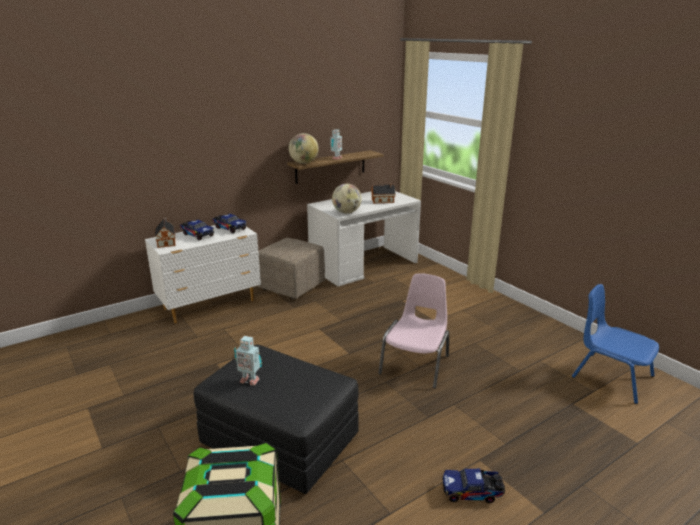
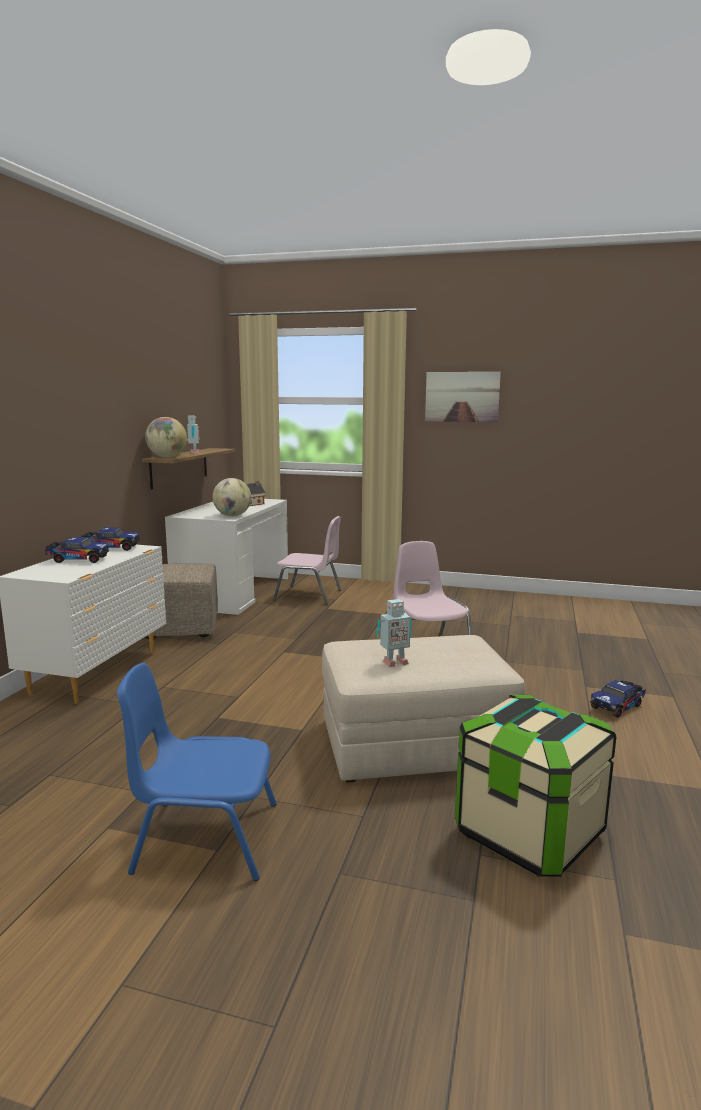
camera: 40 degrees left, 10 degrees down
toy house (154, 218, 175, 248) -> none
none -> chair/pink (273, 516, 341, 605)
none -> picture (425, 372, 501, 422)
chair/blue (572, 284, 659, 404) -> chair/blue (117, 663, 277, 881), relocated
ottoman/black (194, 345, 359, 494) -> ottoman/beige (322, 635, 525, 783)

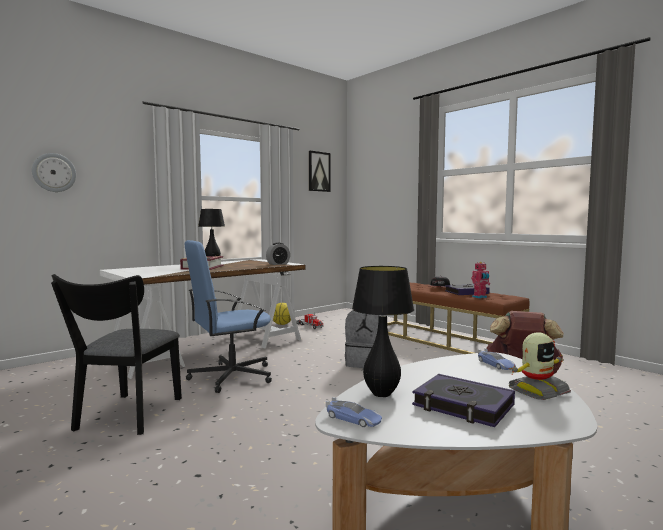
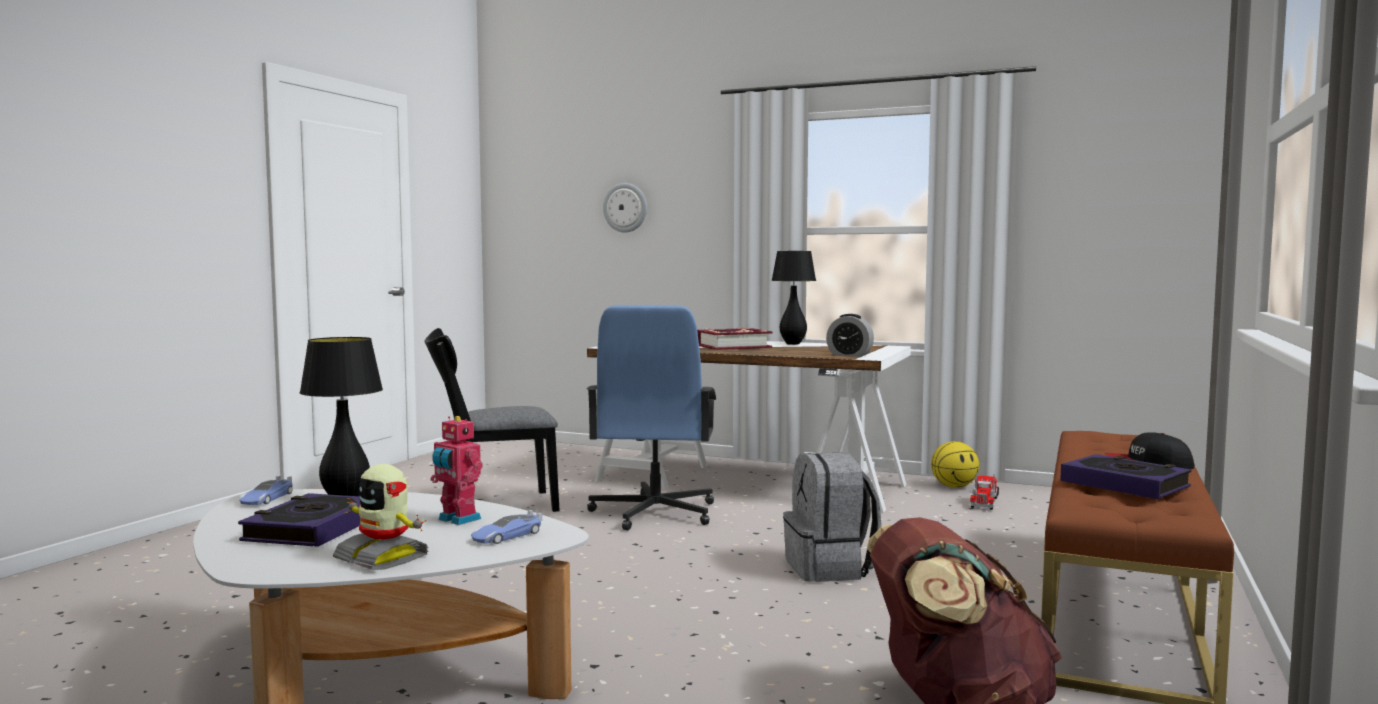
camera: 65 degrees right, 0 degrees up
picture (309, 151, 330, 192) -> none
toy robot (471, 262, 490, 299) -> toy robot (430, 416, 483, 525), relocated
office chair/blue (185, 240, 272, 393) -> office chair/blue (587, 305, 716, 530), 120 degrees counterclockwise

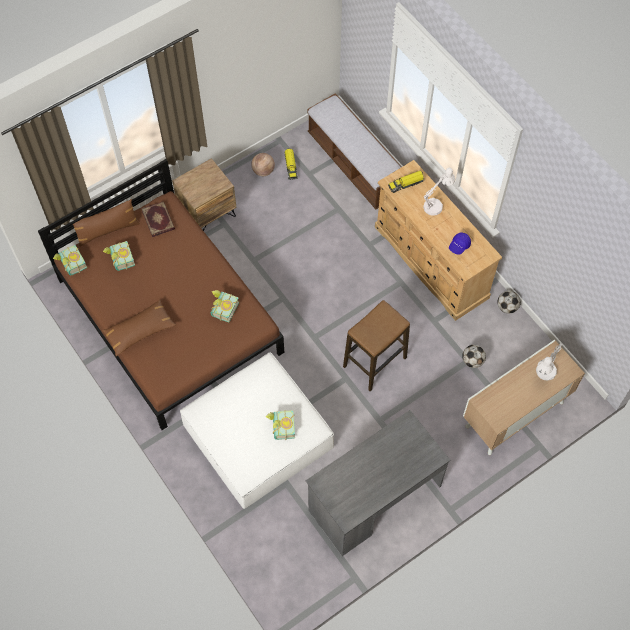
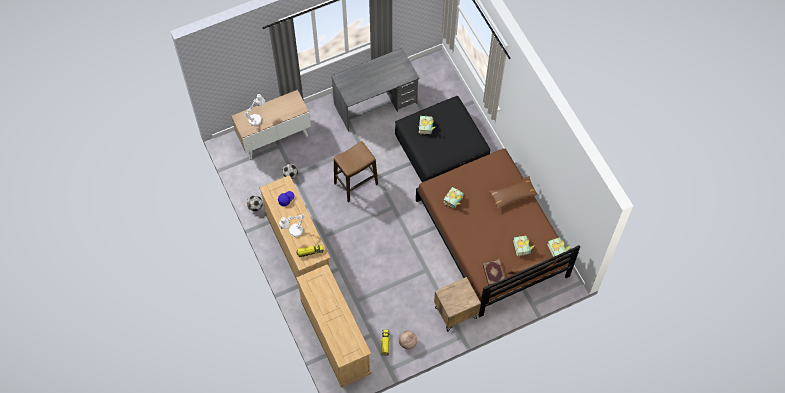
camera: 170 degrees left, 0 degrees up
bench (308, 93, 401, 209) -> dresser/beige (296, 264, 372, 388)
ottoman/white (180, 352, 334, 509) -> ottoman/black (395, 96, 490, 182)

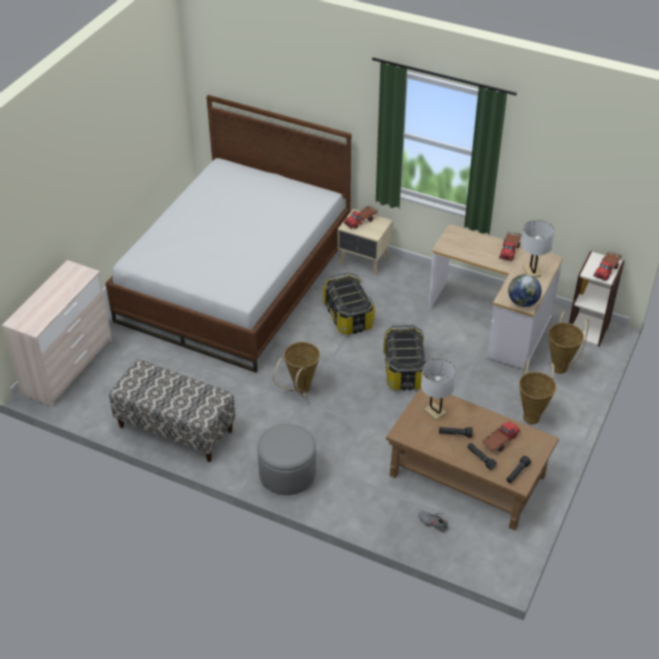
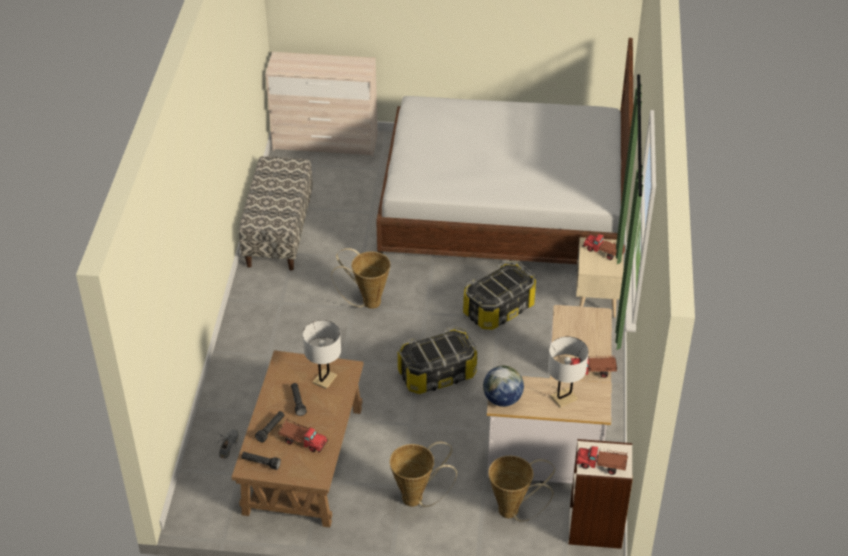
camera: 70 degrees right, 0 degrees up
ottoman/grey (257, 424, 316, 495) -> none

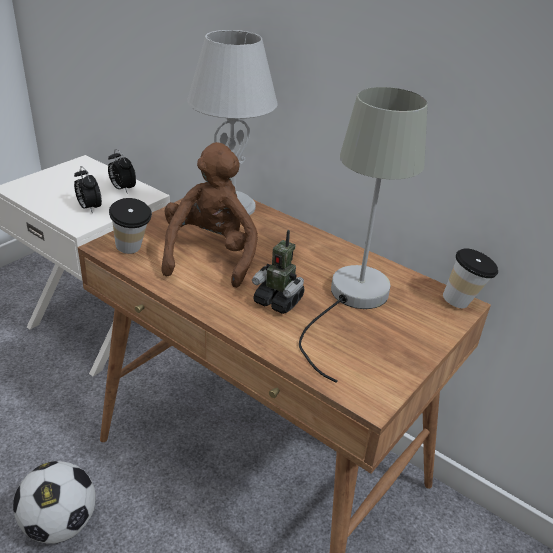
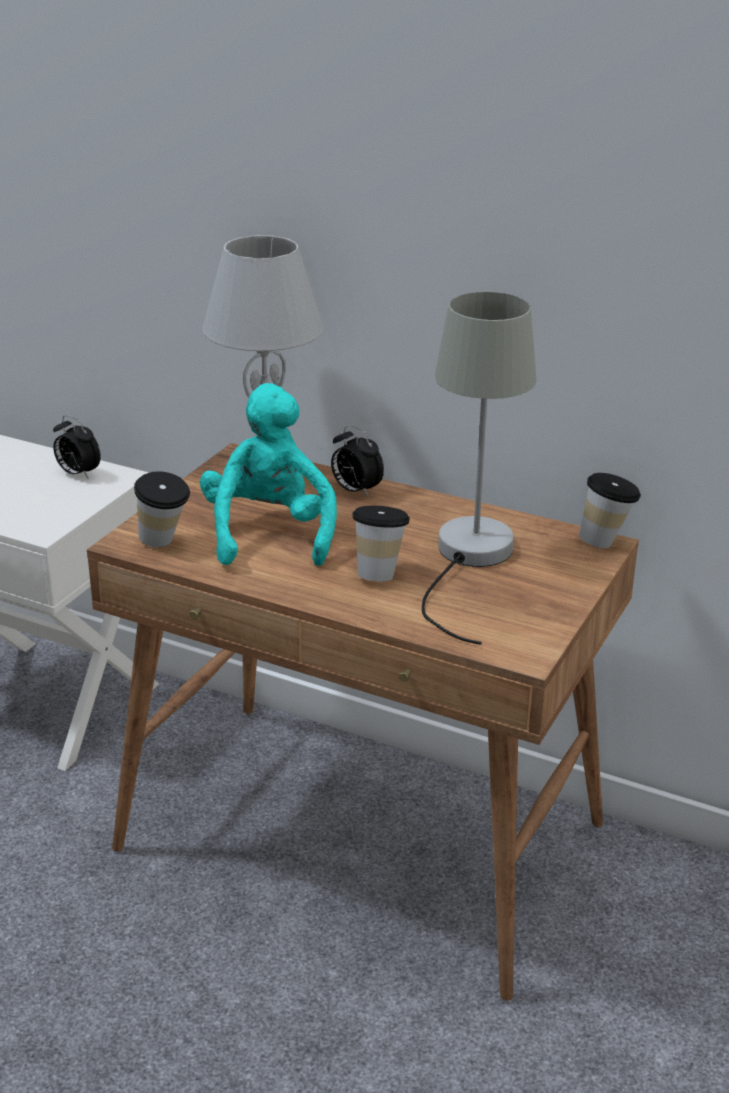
camera: 10 degrees left, 5 degrees down
football (13, 461, 96, 543) -> none
alarm clock (74, 166, 102, 214) -> alarm clock (331, 425, 384, 497), relocated
toy robot (252, 230, 305, 314) -> cup (352, 506, 410, 581)
plush toy/brown (162, 142, 258, 288) -> plush toy/turquoise (200, 383, 337, 566)

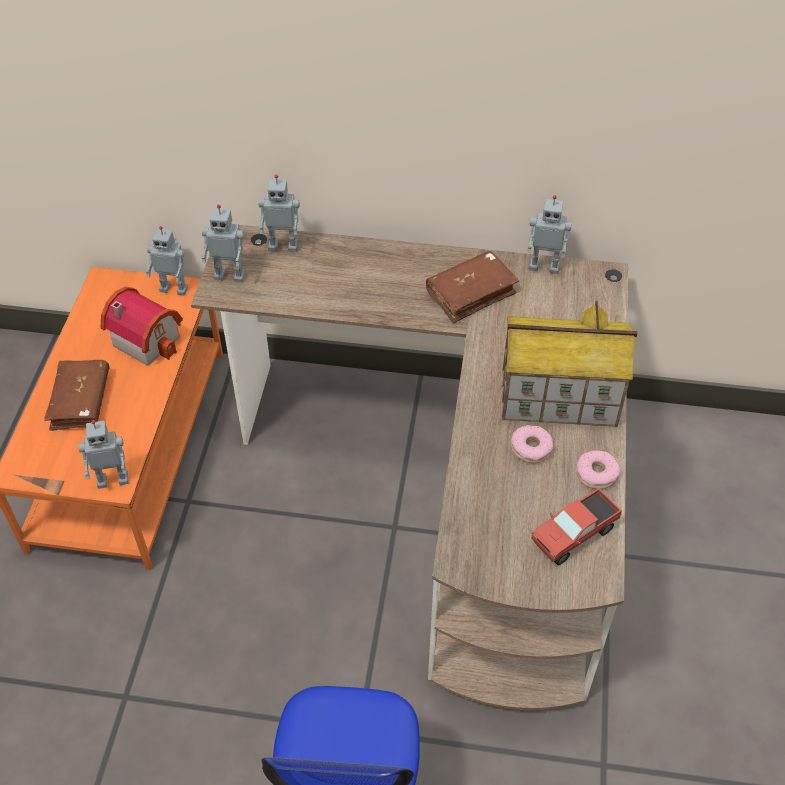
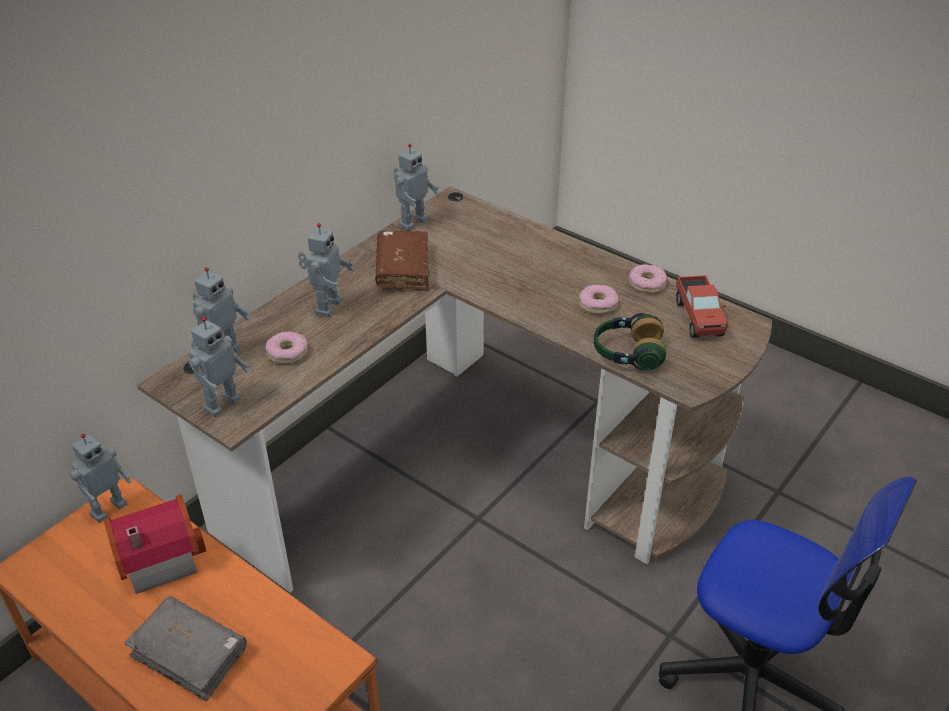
camera: 60 degrees left, 10 degrees down
toy house (502, 301, 637, 427) -> none
none -> donut (265, 331, 308, 364)
none -> headphones (594, 313, 666, 370)
toy robot (78, 420, 129, 489) -> toy robot (298, 223, 354, 318), relocated
book/brown (44, 360, 109, 431) -> book/grey (124, 596, 247, 701)

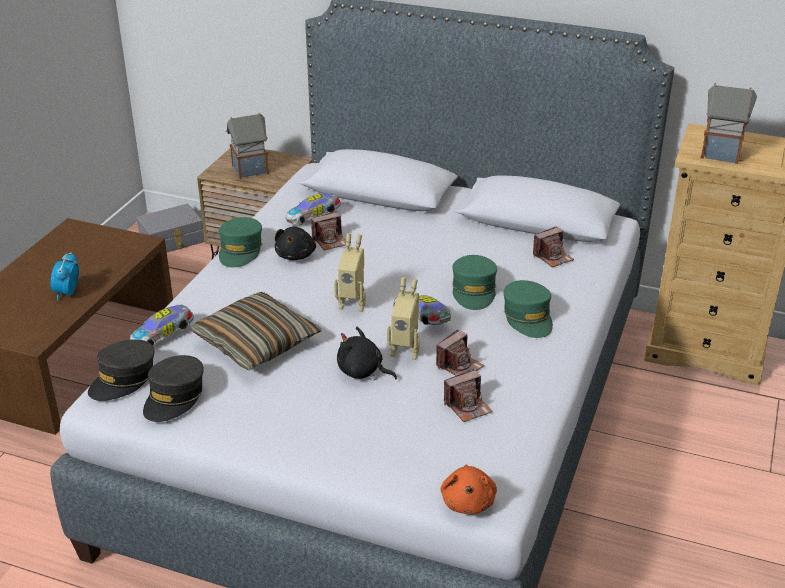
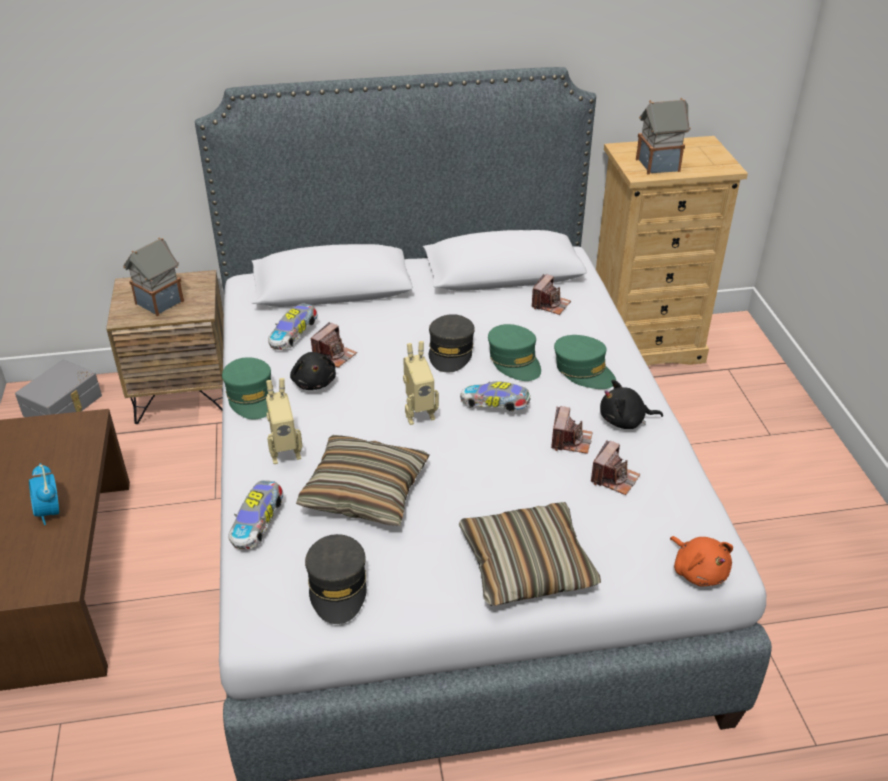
camera: 30 degrees left, 5 degrees up
none -> pillow (459, 502, 601, 606)
cap/grey (88, 339, 155, 401) -> cap/grey (429, 314, 475, 372), relocated
plush toy/black (337, 327, 397, 381) -> plush toy/black (600, 380, 663, 429), relocated
toy robot (387, 277, 420, 360) -> toy robot (266, 378, 302, 464), relocated

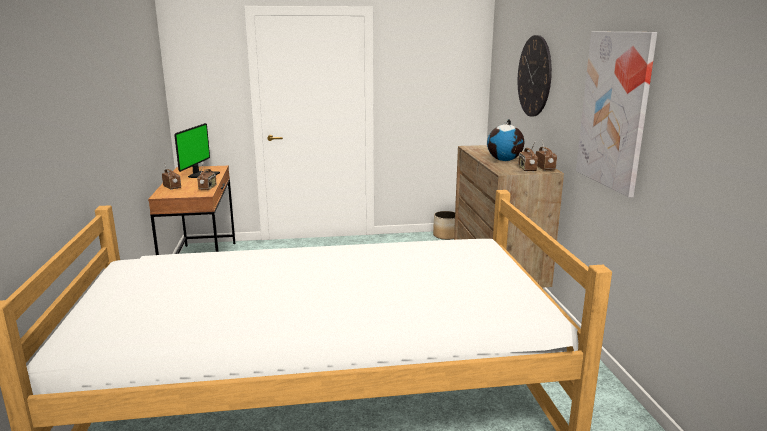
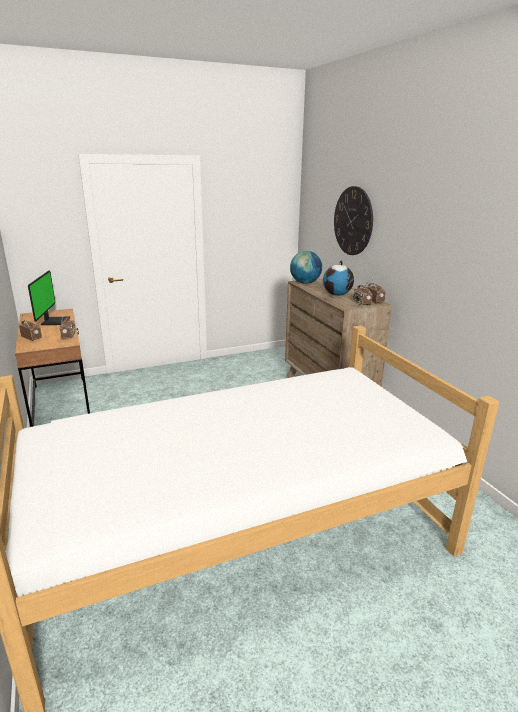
camera: 15 degrees left, 5 degrees up
planter (433, 211, 455, 240) -> none
picture (576, 32, 657, 198) -> none
none -> globe (290, 251, 322, 284)

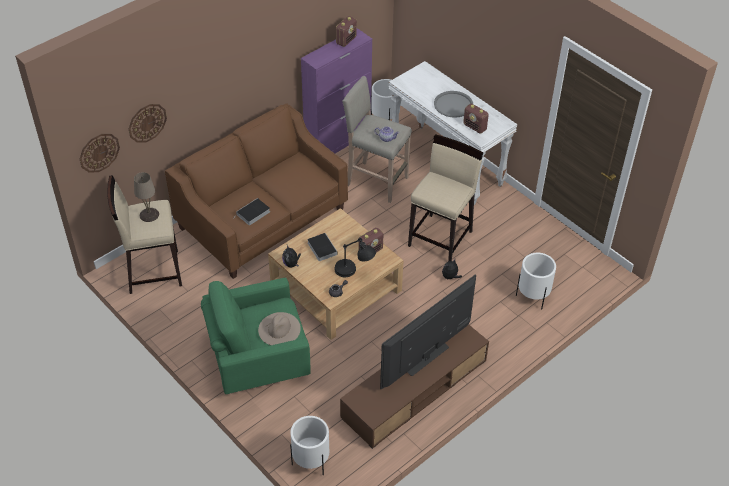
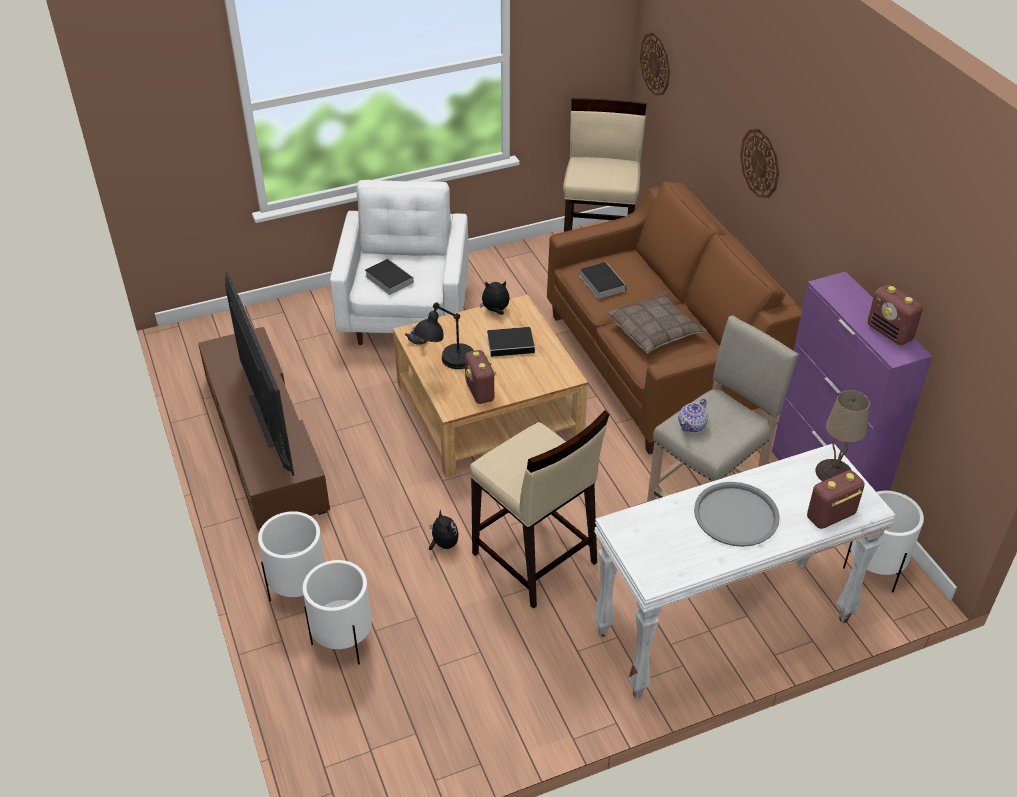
camera: 110 degrees right, 5 degrees down
none -> pillow (606, 292, 707, 354)
wall clock (129, 104, 167, 143) -> wall clock (740, 129, 779, 198), relocated
table lamp/beige (134, 172, 159, 222) -> table lamp/beige (815, 390, 870, 481), relocated
planter/white (290, 416, 329, 475) -> planter/white (258, 511, 325, 601), relocated
radio (463, 104, 489, 134) -> radio (807, 470, 864, 529), relocated
hat/beige (258, 312, 301, 345) -> book (365, 259, 414, 295)
armchair/green (201, 278, 311, 394) -> armchair/white (330, 180, 469, 345)

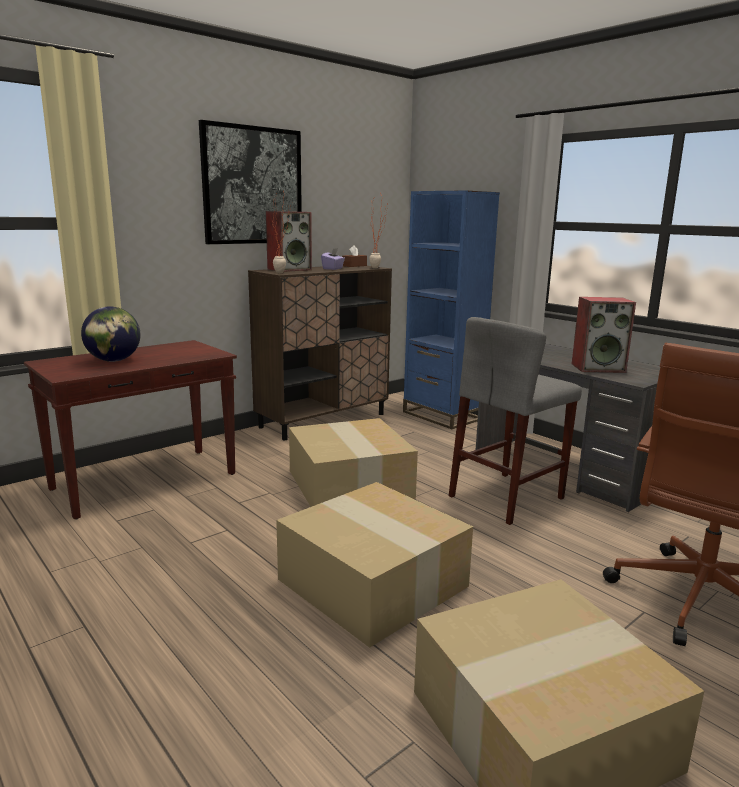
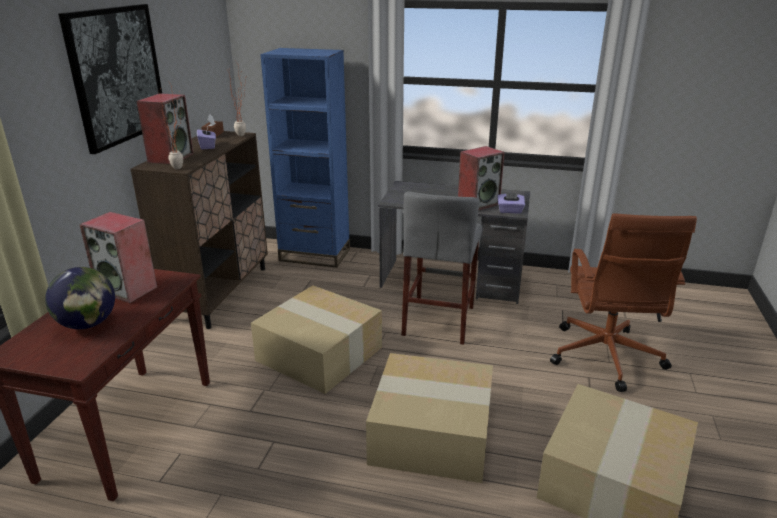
camera: 35 degrees left, 10 degrees up
none -> speaker (79, 212, 157, 303)
none -> tissue box/purple (497, 192, 525, 214)

